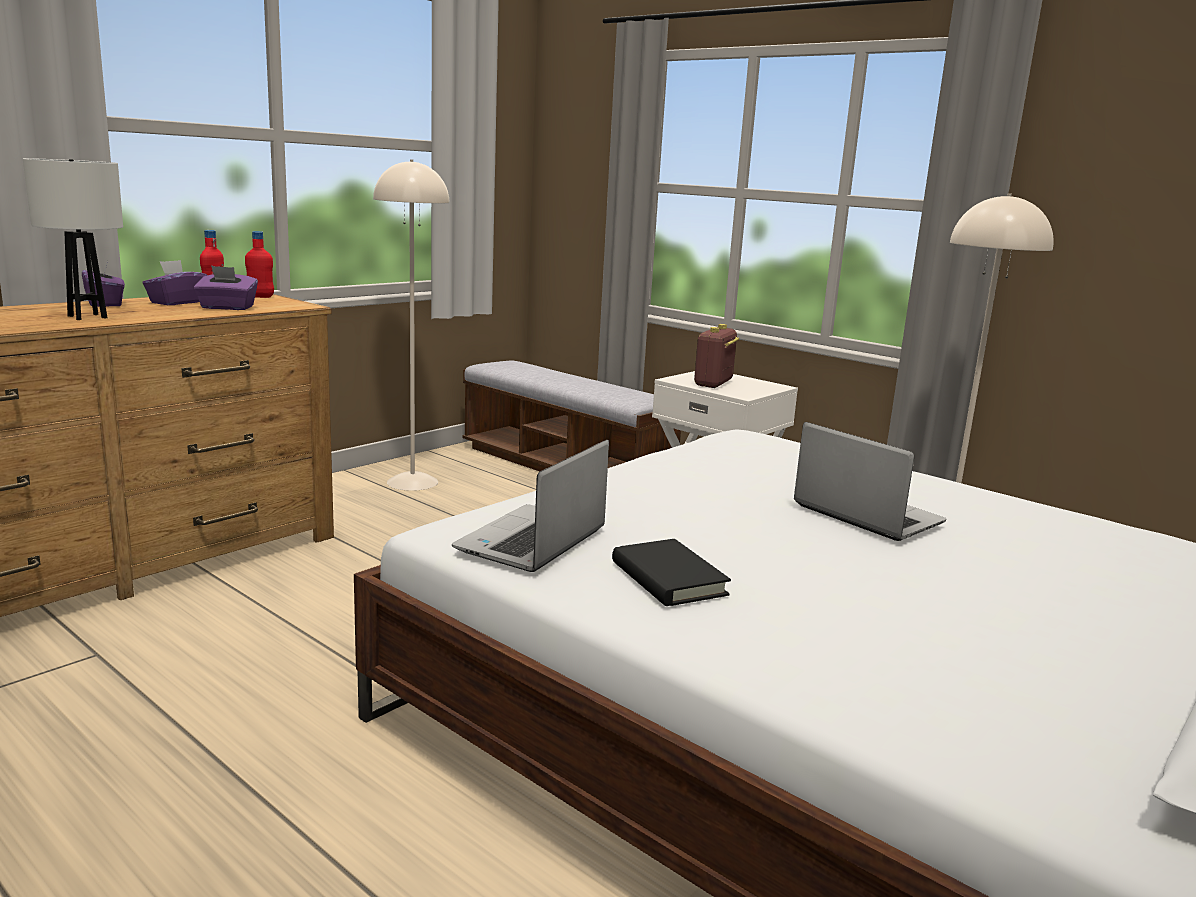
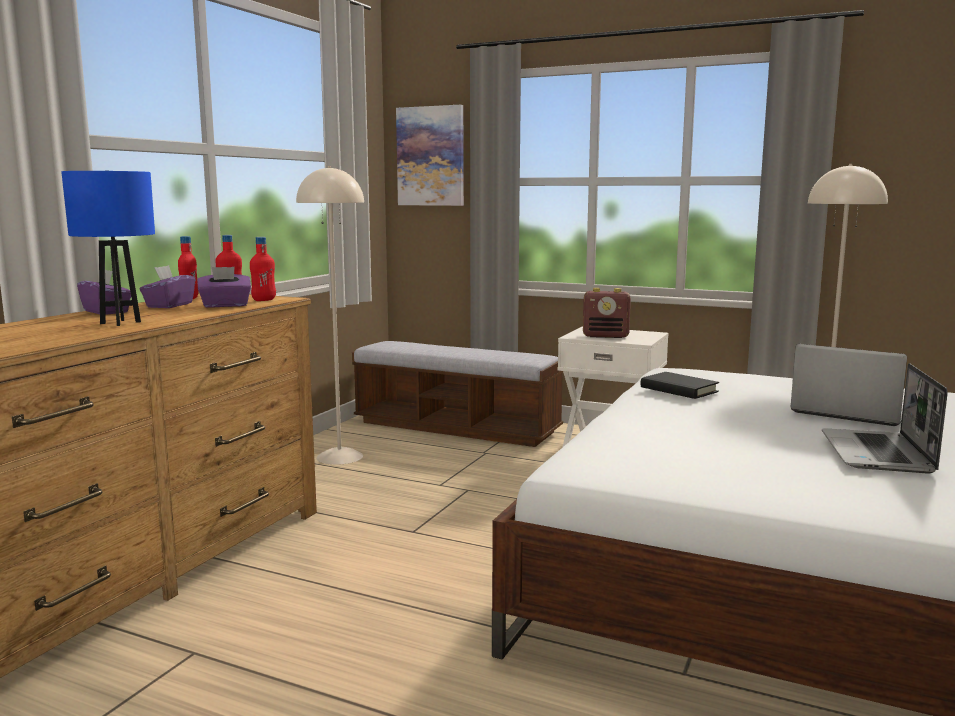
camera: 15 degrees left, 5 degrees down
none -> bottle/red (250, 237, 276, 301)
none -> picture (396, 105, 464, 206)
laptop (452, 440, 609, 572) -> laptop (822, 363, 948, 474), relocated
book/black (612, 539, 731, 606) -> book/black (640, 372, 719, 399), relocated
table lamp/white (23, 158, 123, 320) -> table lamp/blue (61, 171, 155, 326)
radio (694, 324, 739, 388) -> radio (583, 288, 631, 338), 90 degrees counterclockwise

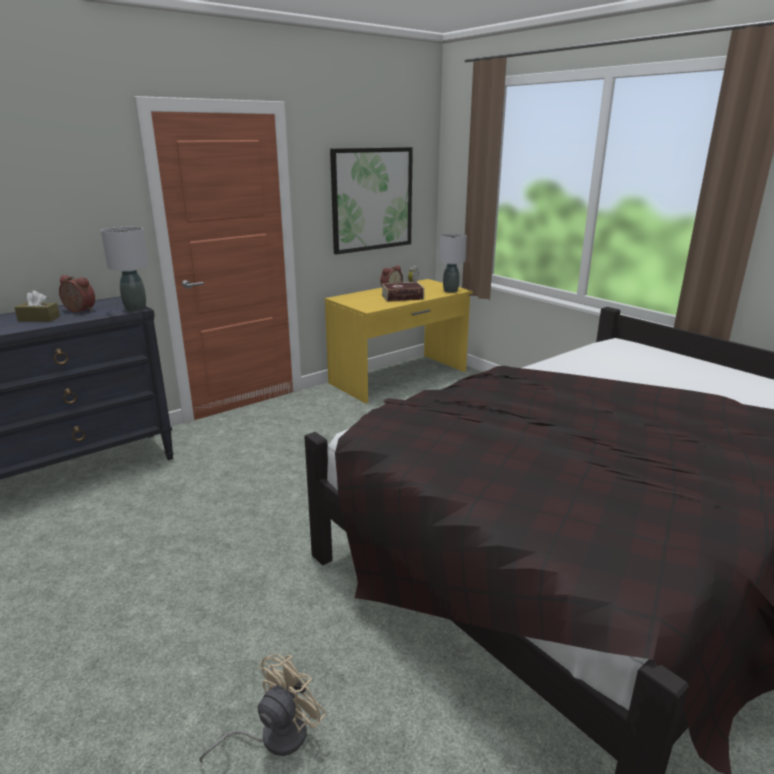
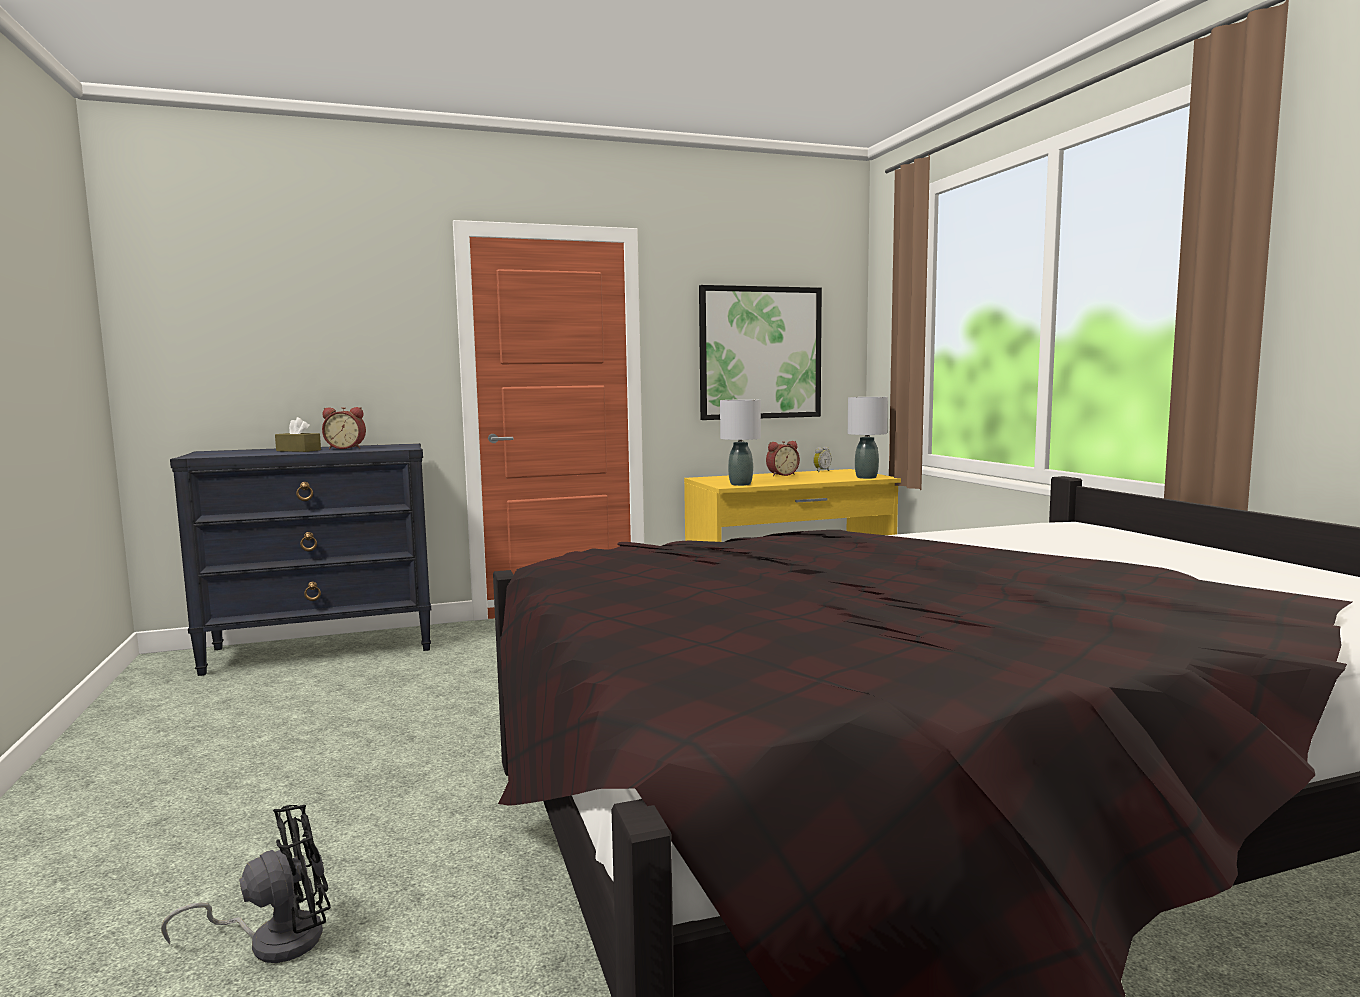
camera: 20 degrees right, 15 degrees down
book (381, 282, 425, 302) -> none
table lamp/grey (101, 227, 149, 311) -> table lamp/grey (720, 399, 761, 486), relocated
fan/beige (199, 654, 326, 764) -> fan/black (161, 805, 331, 963)
alarm clock (59, 275, 95, 313) -> alarm clock (322, 407, 366, 449), 135 degrees clockwise

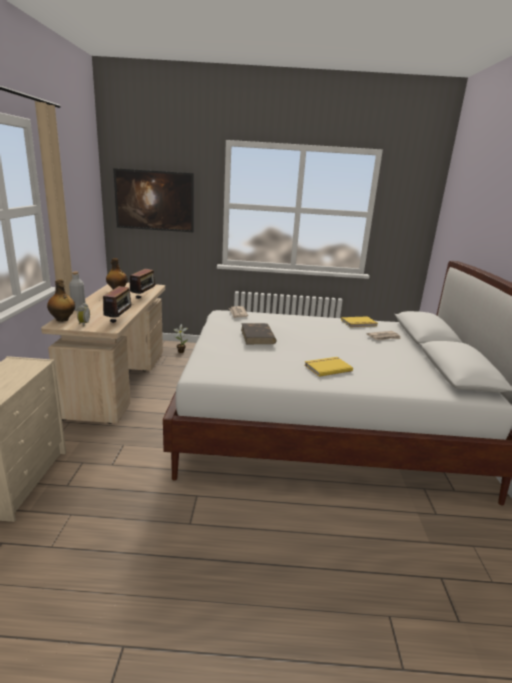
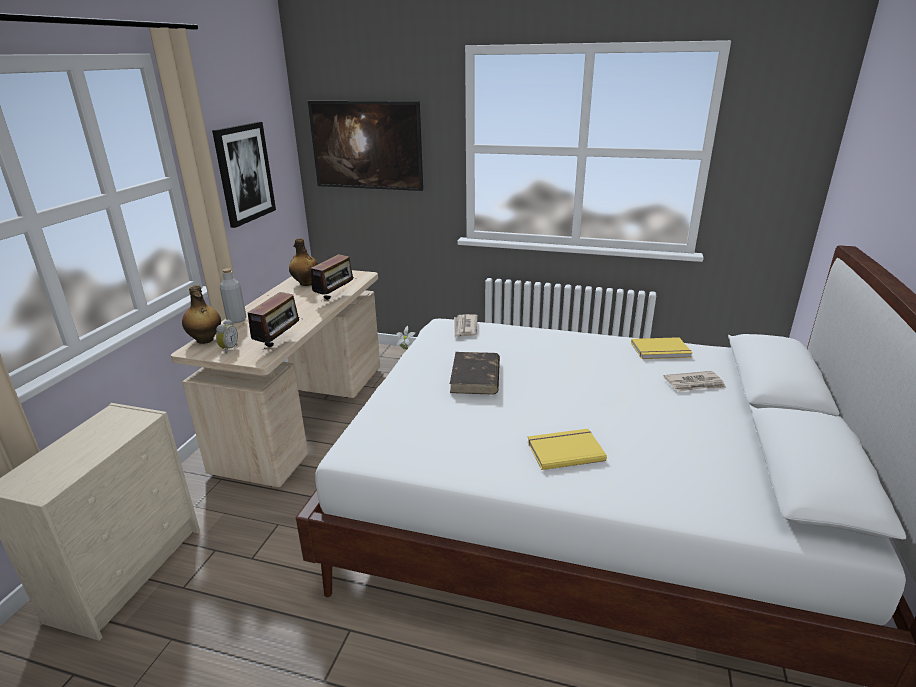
camera: 15 degrees right, 5 degrees up
none -> picture (212, 122, 276, 228)

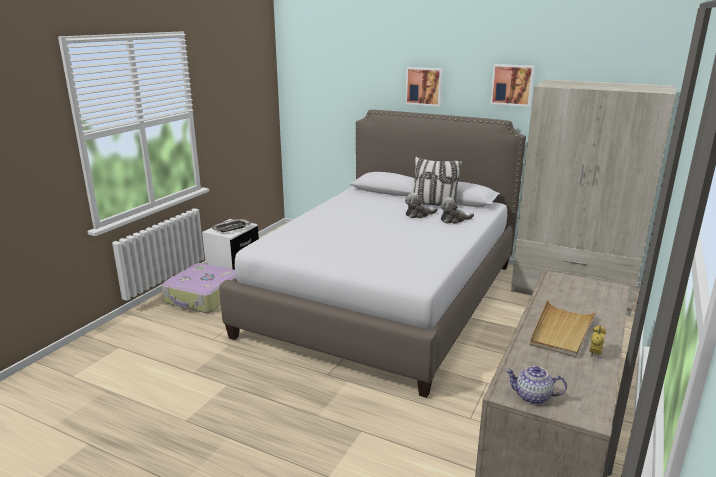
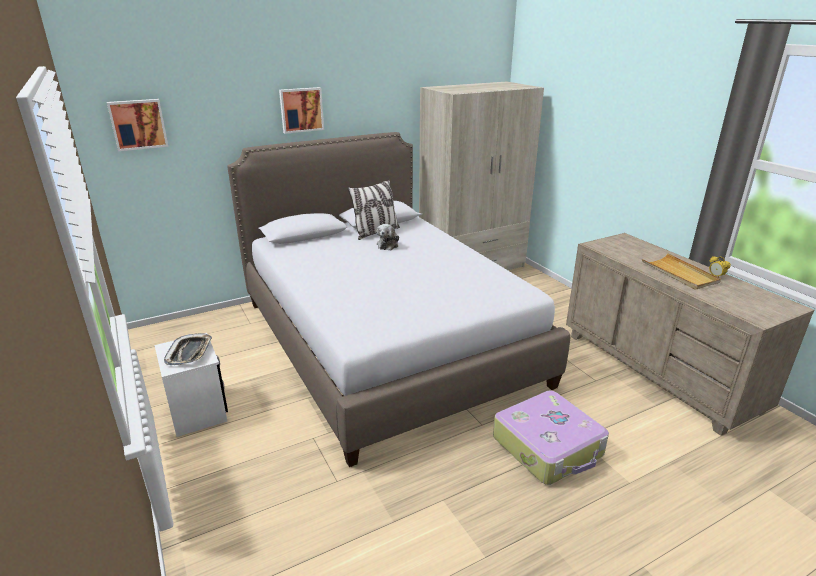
camera: 55 degrees left, 5 degrees up
plush toy (440, 197, 474, 224) -> none
teapot (505, 366, 567, 404) -> none
suitcase (161, 263, 236, 313) -> suitcase (493, 391, 609, 485), relocated
picture (490, 64, 535, 107) -> picture (107, 99, 168, 151), relocated

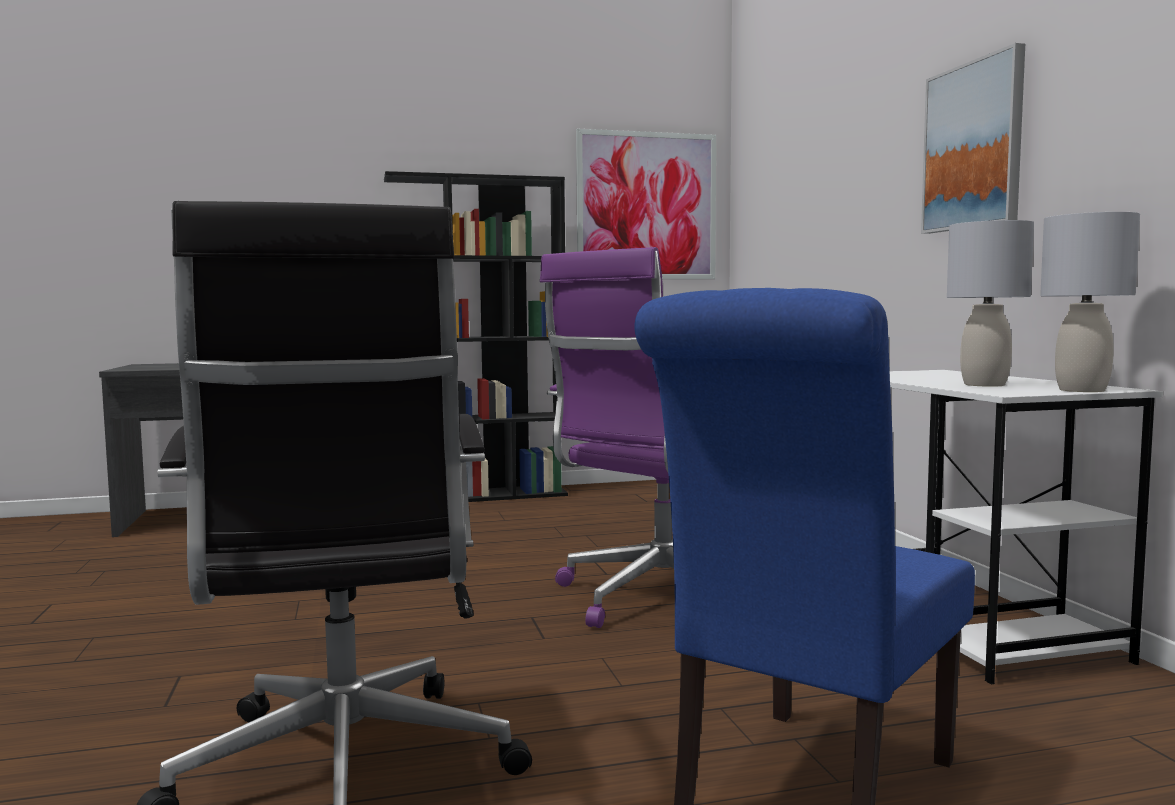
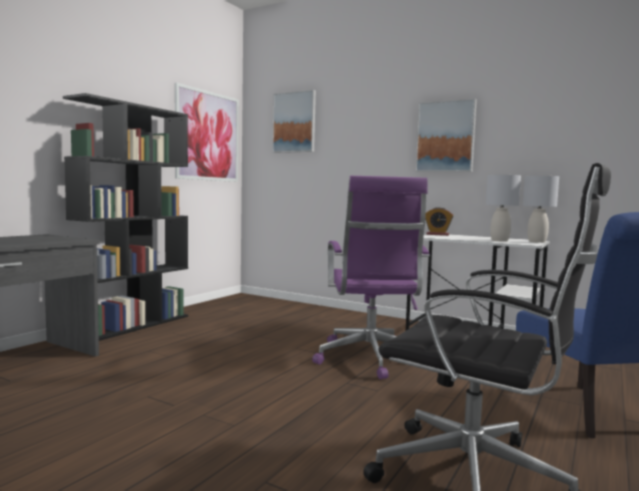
camera: 45 degrees left, 0 degrees up
none -> picture (272, 90, 316, 153)
none -> alarm clock (425, 207, 453, 236)

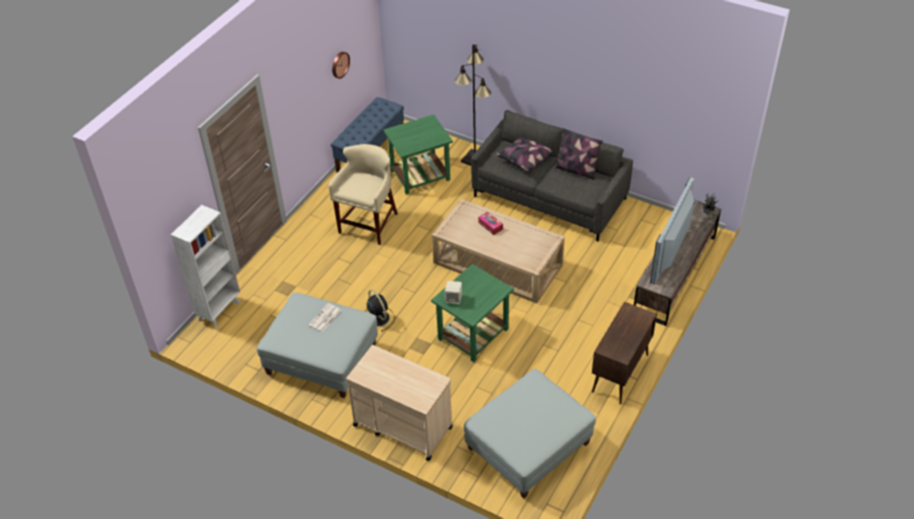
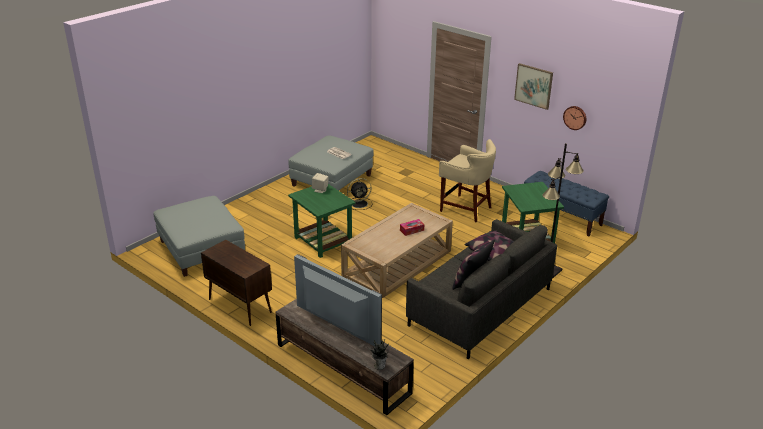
camera: 100 degrees right, 15 degrees down
bookcase/white (171, 205, 240, 329) -> none
cart/beige (346, 345, 452, 461) -> none
none -> picture (514, 63, 553, 110)

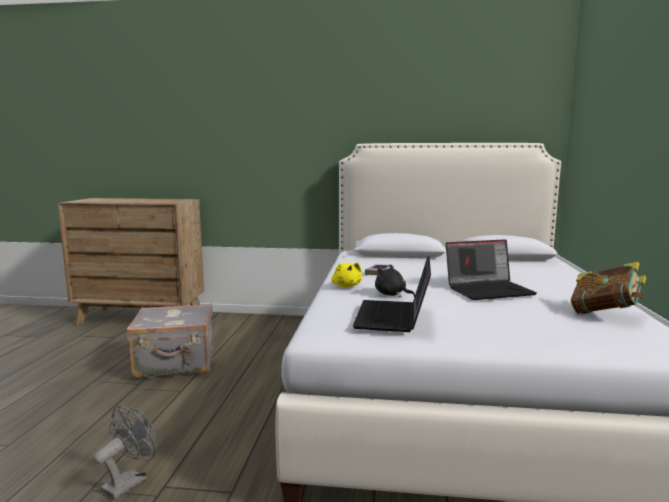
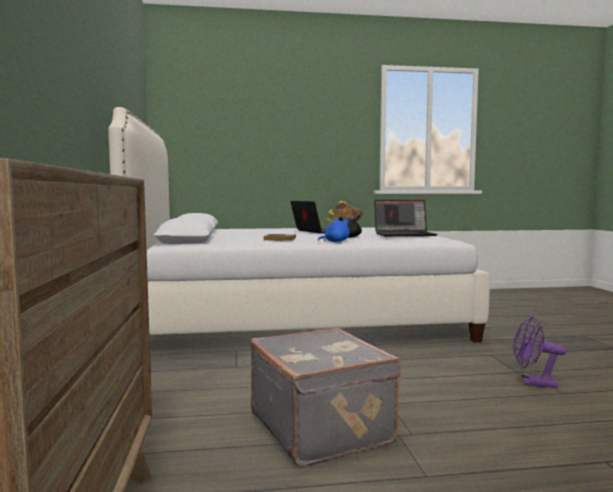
camera: 105 degrees left, 5 degrees down
fan/grey (93, 406, 157, 499) -> fan/purple (513, 317, 567, 388)
plush toy/yellow (331, 262, 362, 287) -> plush toy/blue (318, 219, 350, 242)

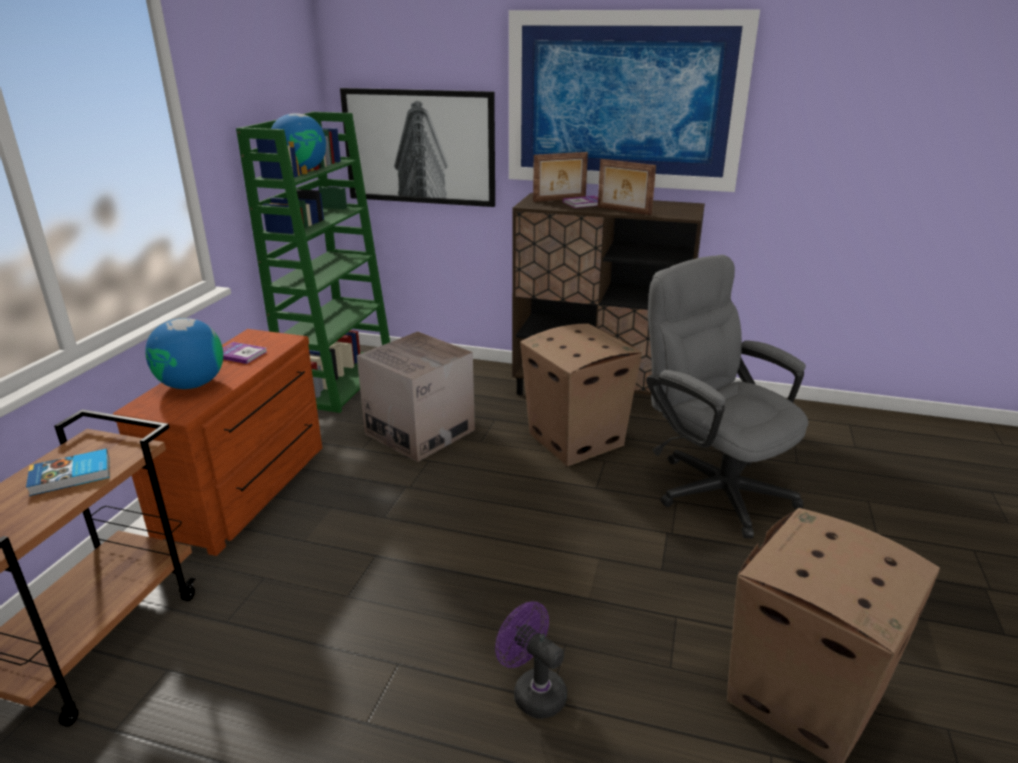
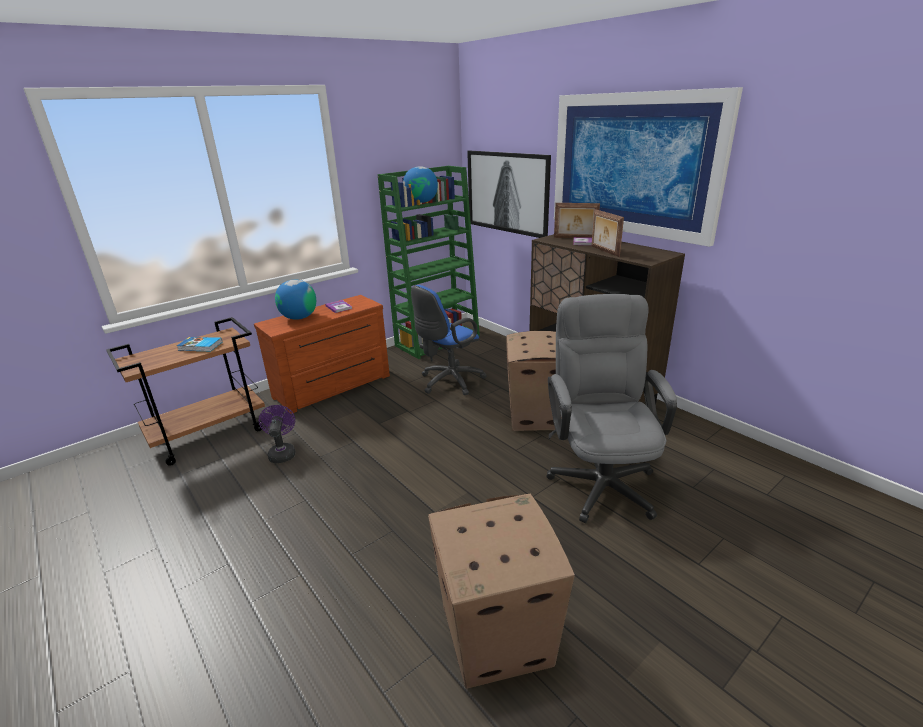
camera: 35 degrees right, 0 degrees up
fan/purple (495, 601, 567, 719) -> fan/purple (259, 405, 296, 463), relocated
cardboard box (357, 331, 475, 462) -> office chair/blue (411, 285, 486, 395)

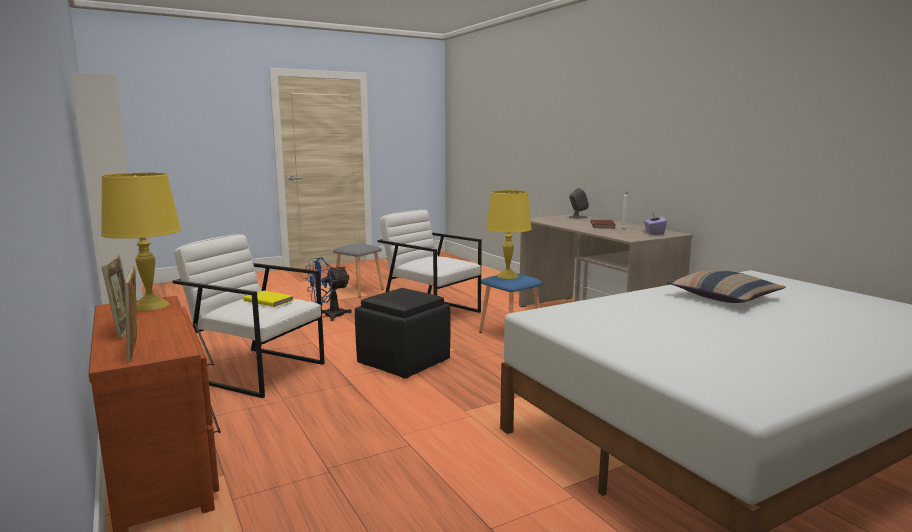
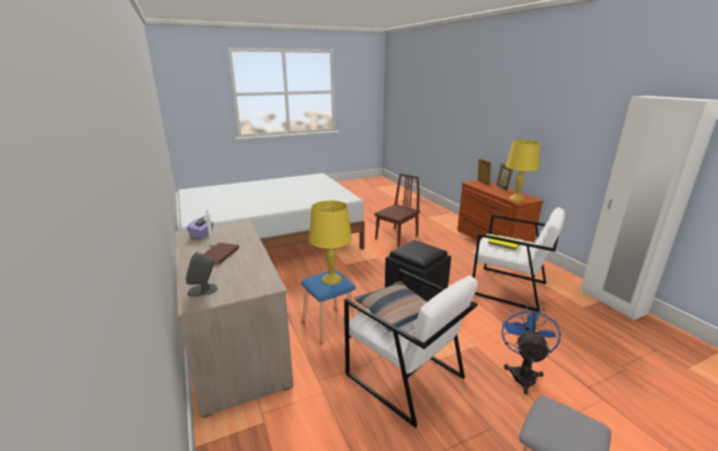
camera: 175 degrees left, 10 degrees up
none -> chair/brown (375, 173, 420, 247)
pillow (667, 270, 786, 303) -> pillow (353, 281, 427, 332), relocated
fan/blue (305, 257, 352, 321) -> fan/blue (502, 308, 561, 395), 45 degrees counterclockwise

